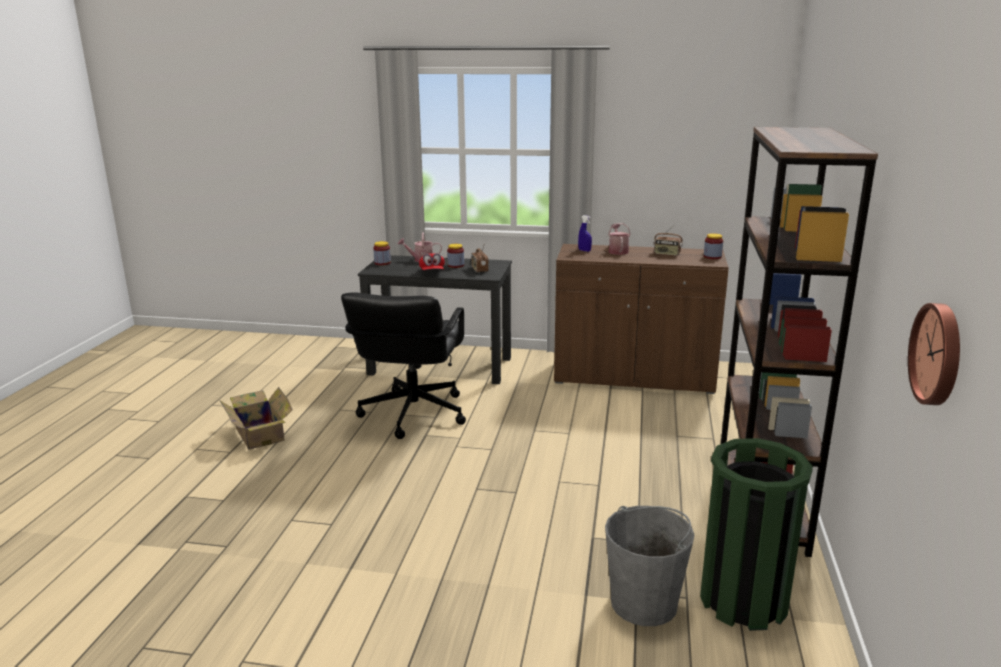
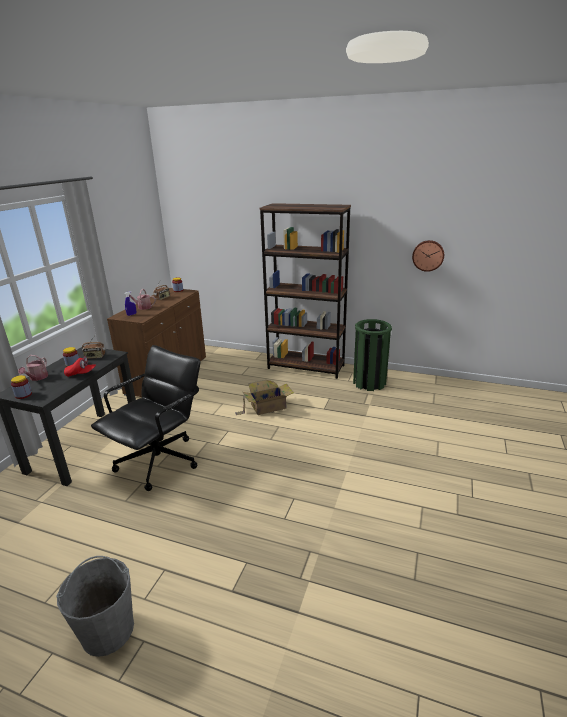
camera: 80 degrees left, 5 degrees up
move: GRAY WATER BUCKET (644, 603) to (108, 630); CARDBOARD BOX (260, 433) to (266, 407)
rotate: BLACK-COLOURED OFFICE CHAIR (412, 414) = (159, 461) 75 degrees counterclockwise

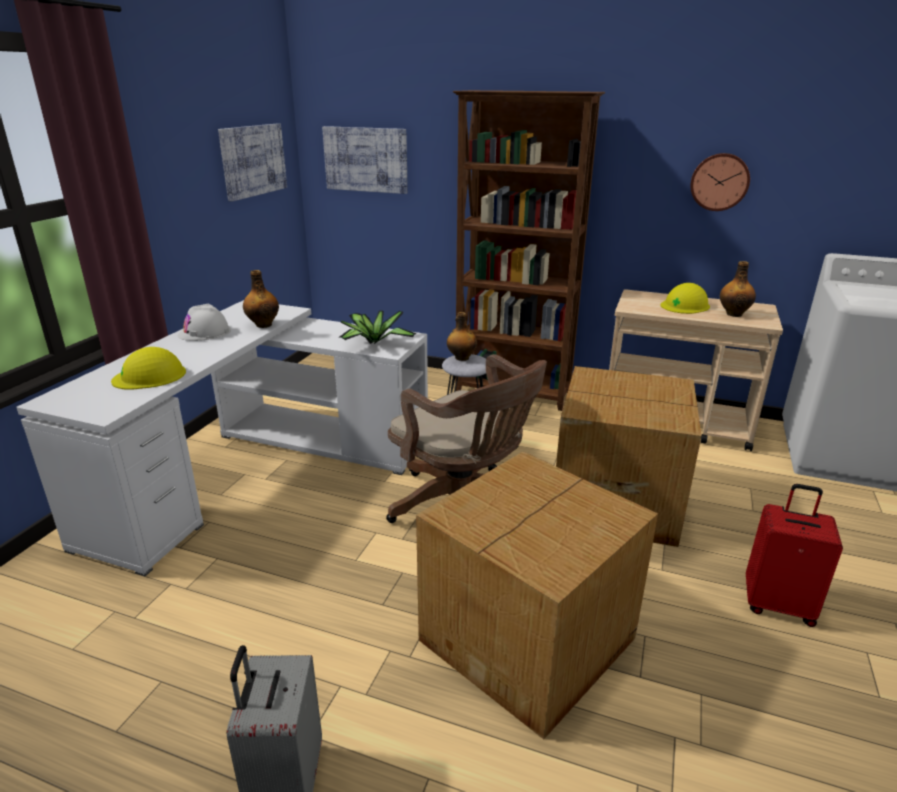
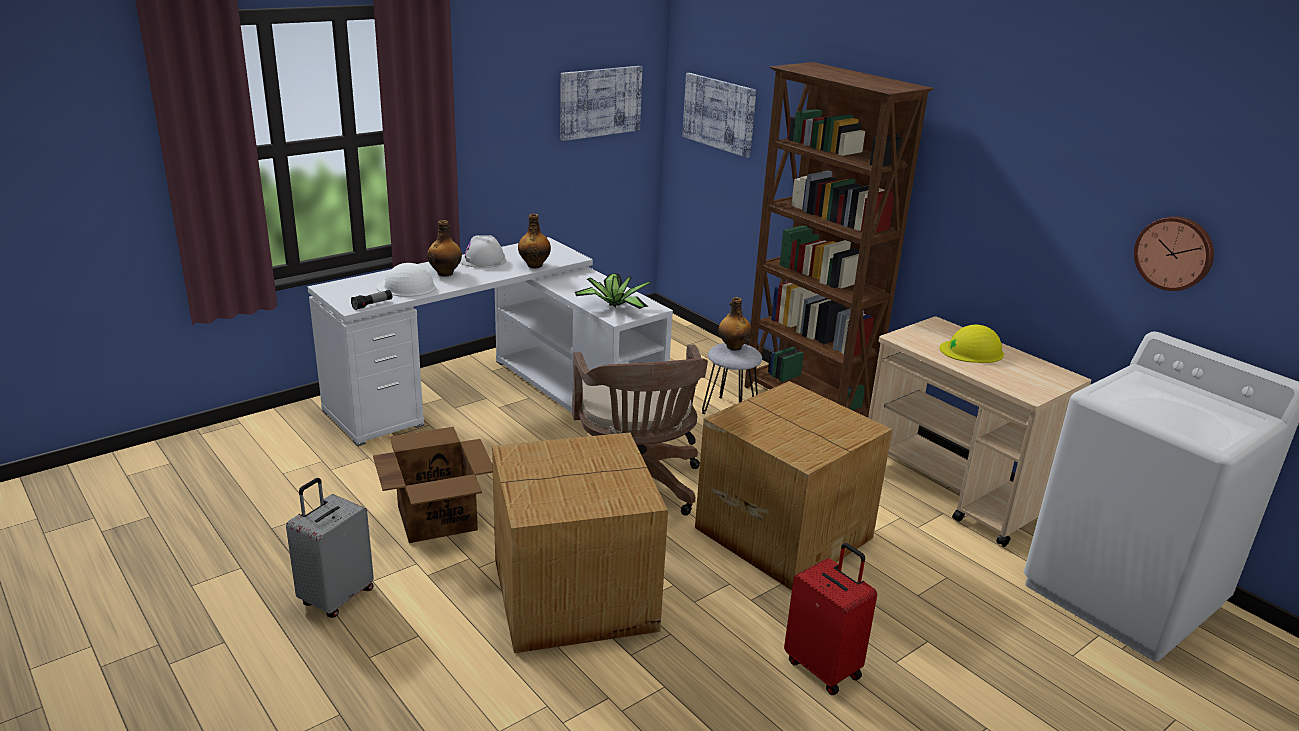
camera: 30 degrees right, 0 degrees up
insert: FLASHLIGHT (372, 305); CARDBOARD BOX (437, 517)
move: DRINK BOTTLE (733, 314) to (445, 273); WALL CLOCK (719, 182) to (1175, 253)
recolor: YELLOWISH SAFETY HELMET (150, 376) to WHITISH SAFETY HELMET (407, 287)

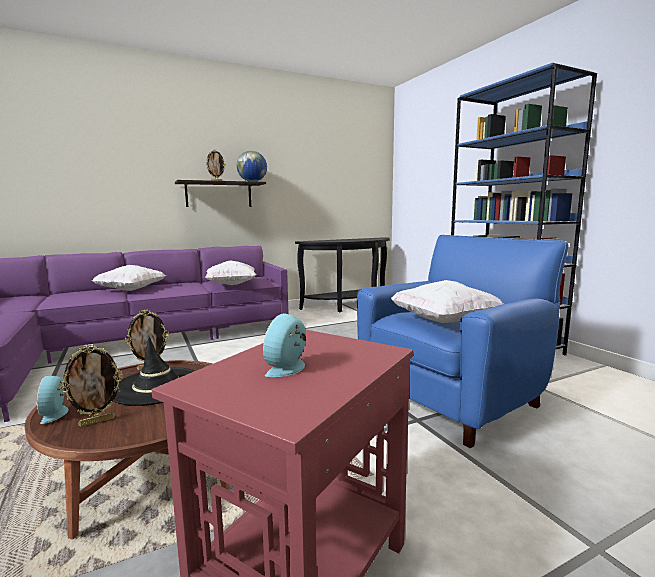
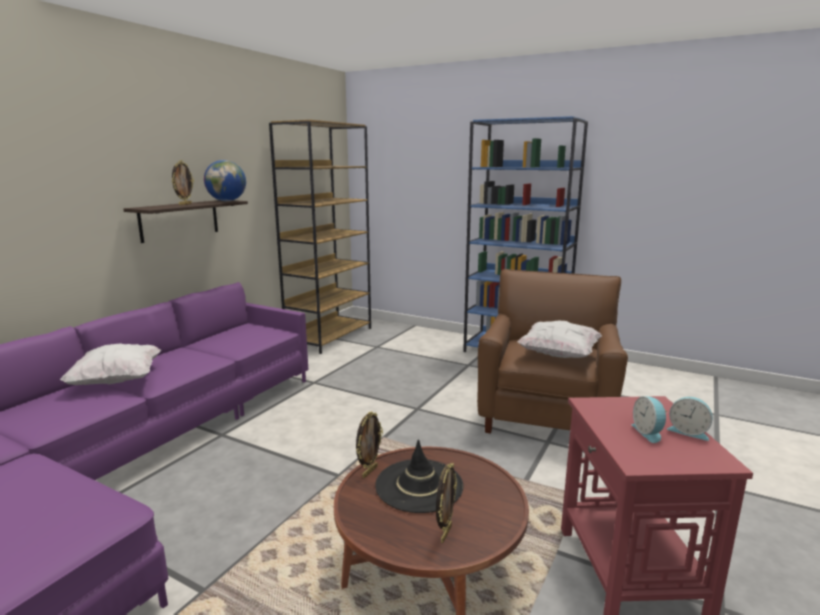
camera: 35 degrees left, 5 degrees up
delete: WHITISH CUSHION (231, 285)
move: ALARM CLOCK (56, 413) to (688, 431)
replace: BLACK-COLOURED CONSOLE TABLE (350, 306) to BROWNISH BOOKCASE (330, 336)
recolor: BLUISH ARMCHAIR (452, 399) to BROWNISH ARMCHAIR (546, 416)

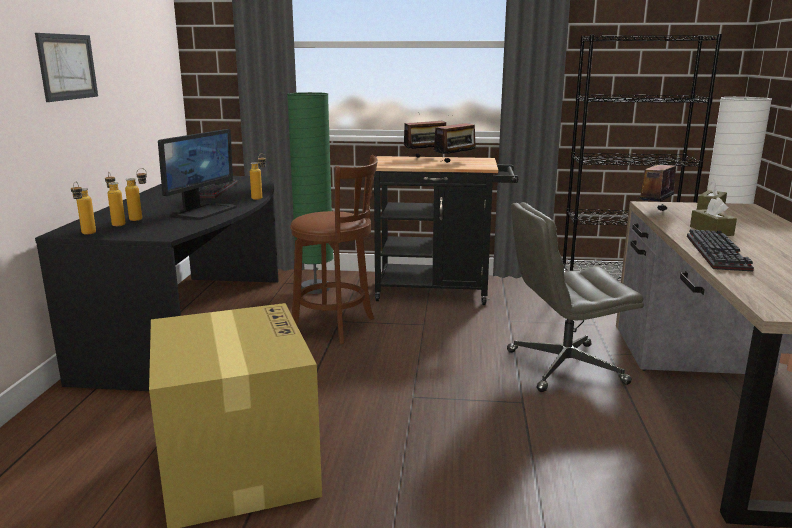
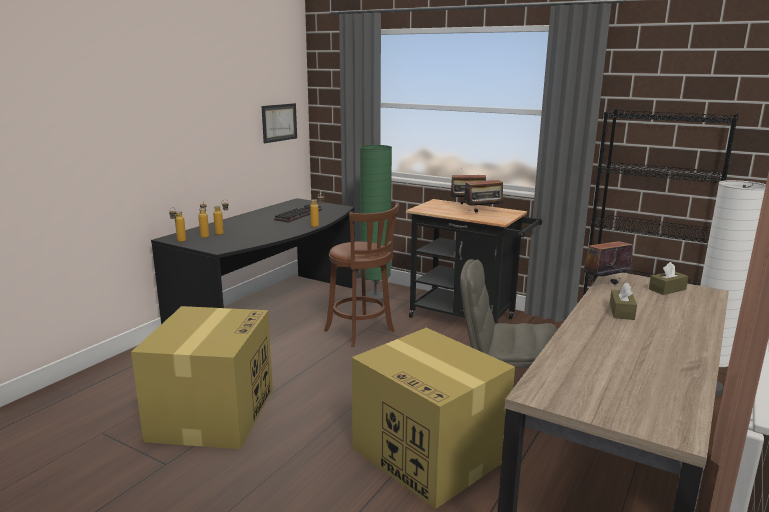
camera: 25 degrees right, 0 degrees up
delete: COMPUTER SCREEN (203, 211); COMPUTER KEYBOARD (720, 253)
insert: CARDBOARD BOX (430, 454)
move: WALL PICTURE (67, 67) to (279, 122)

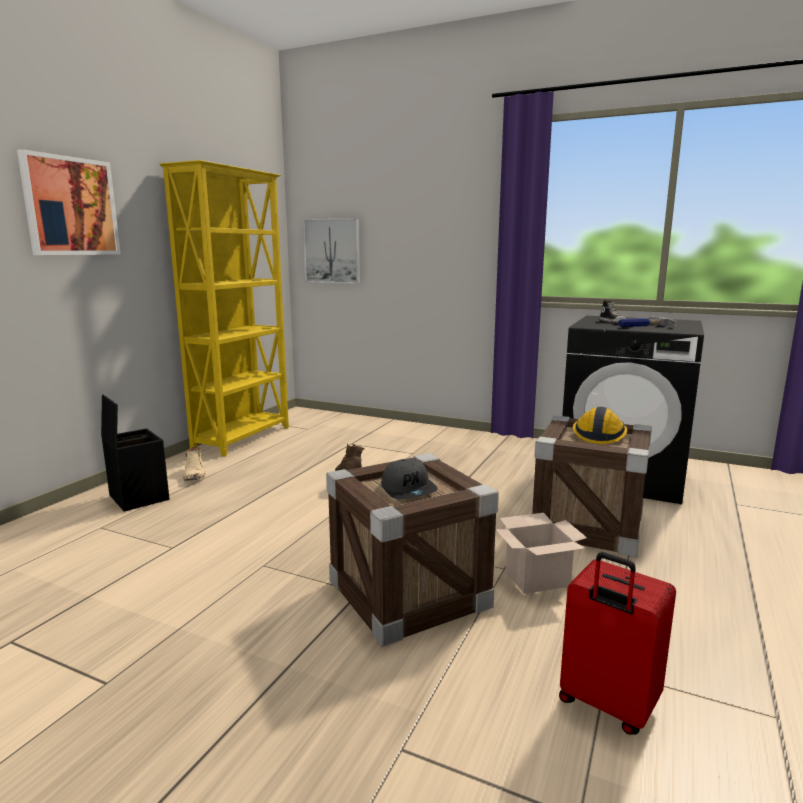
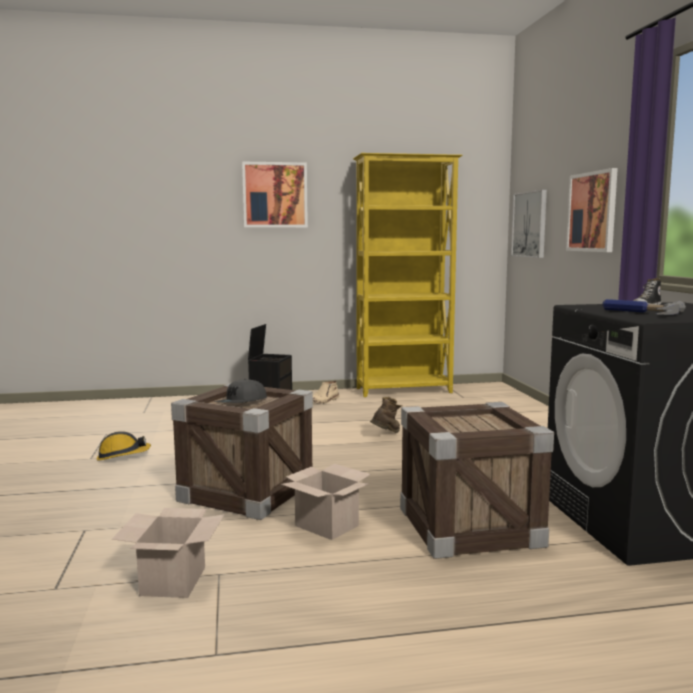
camera: 55 degrees right, 5 degrees down
insert: WALL PICTURE (592, 212)
move: SAFETY HELMET (599, 435) to (123, 456)
replace: RED PIECE OF LUGGAGE (606, 705) to CARDBOARD BOX (172, 580)

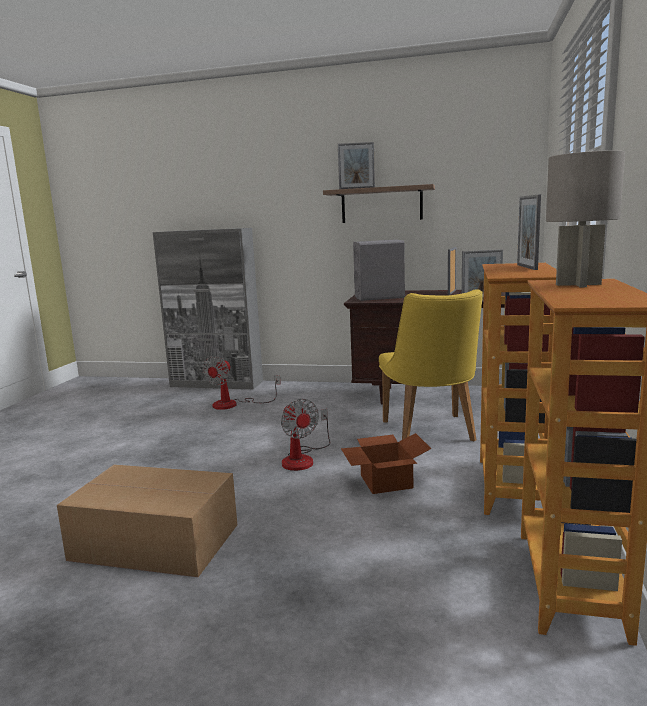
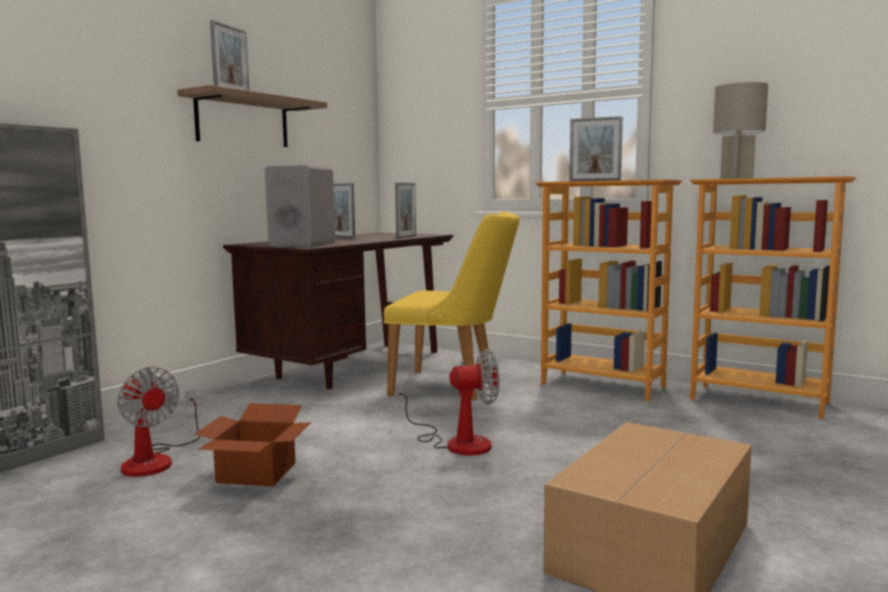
camera: 70 degrees left, 5 degrees down
move: CARDBOARD BOX (384, 481) to (254, 473)

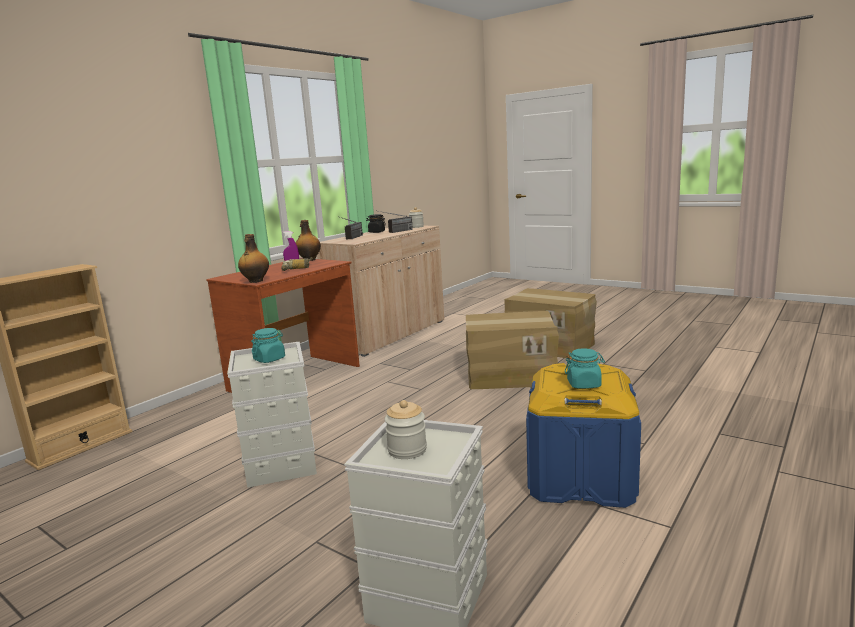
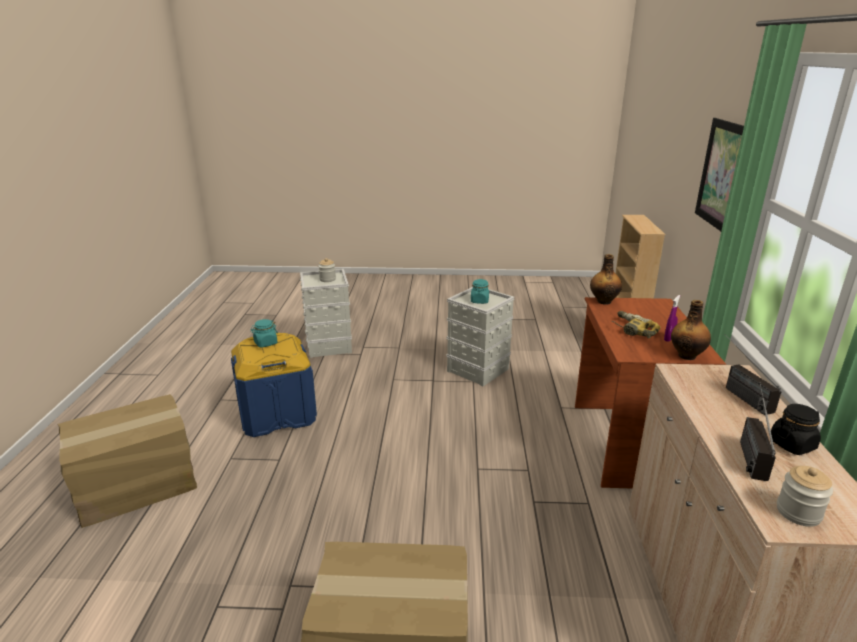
camera: 145 degrees right, 10 degrees up
insert: WALL PICTURE (722, 174)
move: CARDBOARD BOX (510, 375) to (136, 486)

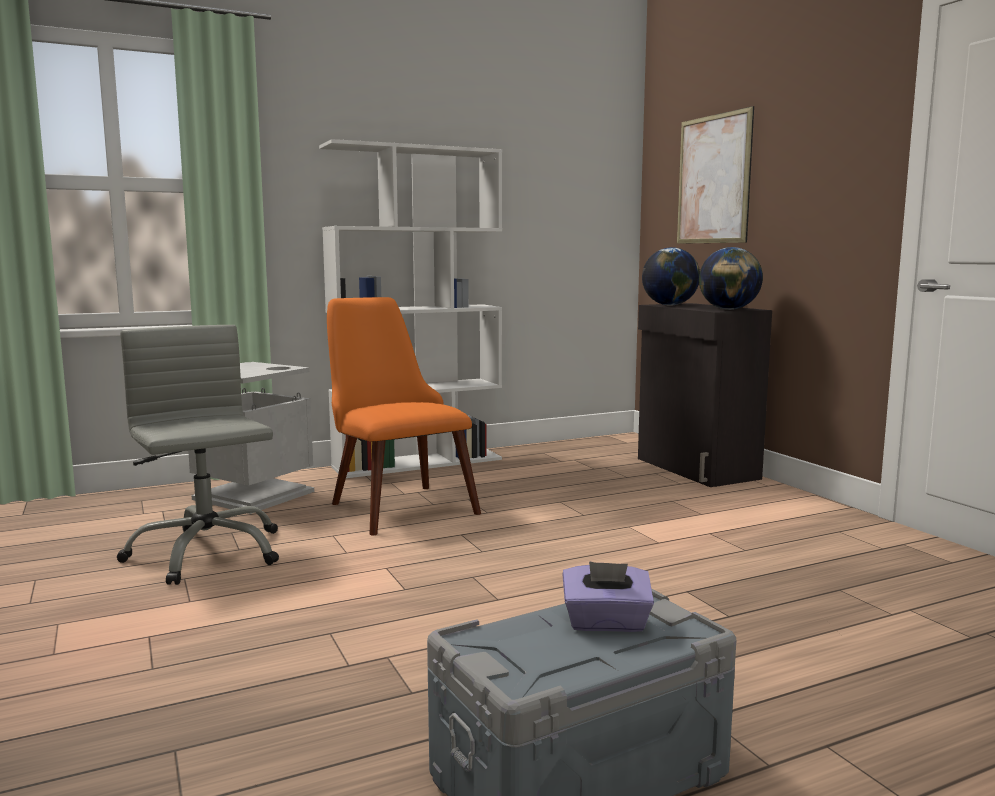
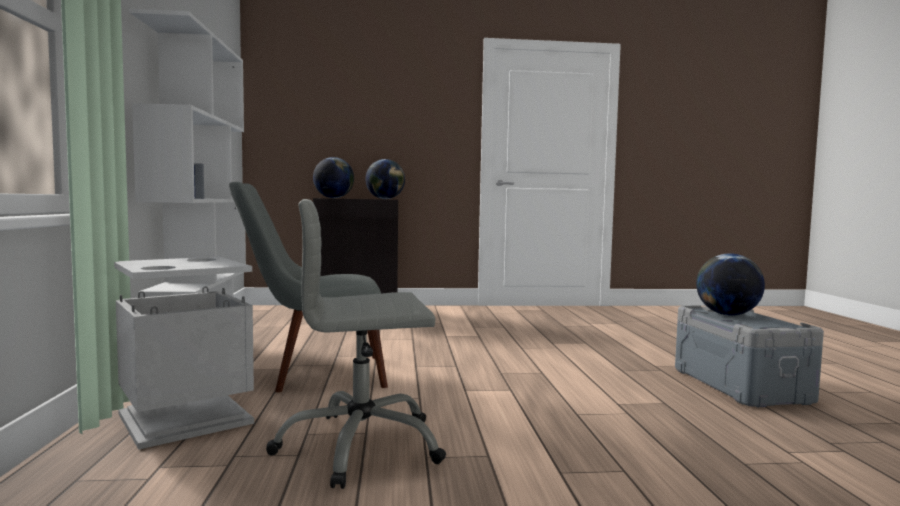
camera: 70 degrees left, 5 degrees down
delete: WALL PICTURE (713, 179)
replace: PURPLISH TISSUE HOLDER (606, 623) to WORLD GLOBE (727, 315)
recolor: ORANGEY PLAIN CHAIR (394, 503) to GRAY PLAIN CHAIR (313, 374)

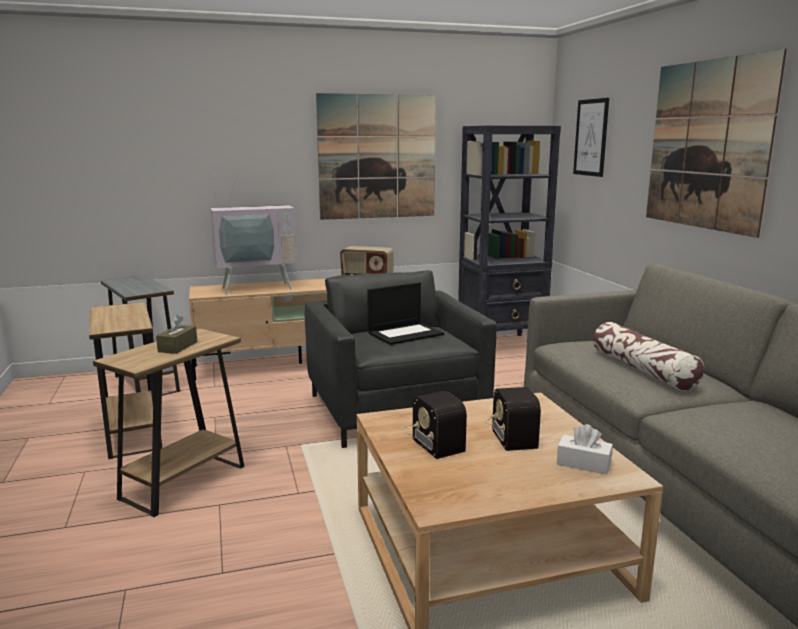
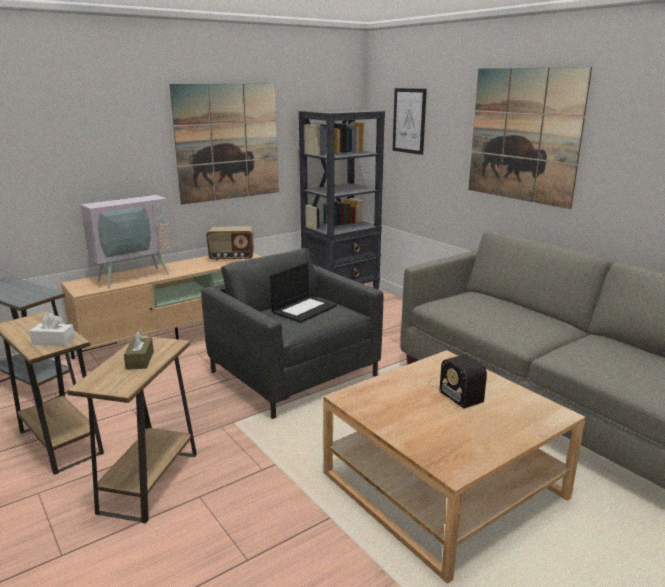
camera: 20 degrees left, 5 degrees up
delete: RADIO (432, 437); CUSHION (643, 370)
move: WHITISH TISSUE HOLDER (583, 463) to (53, 341)

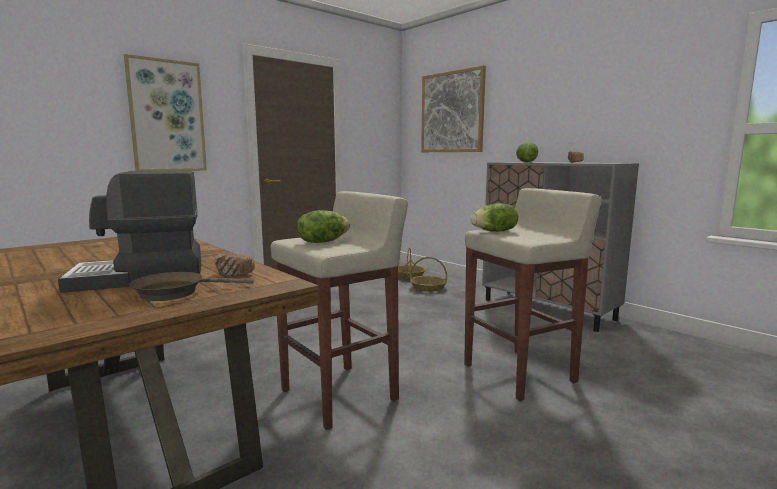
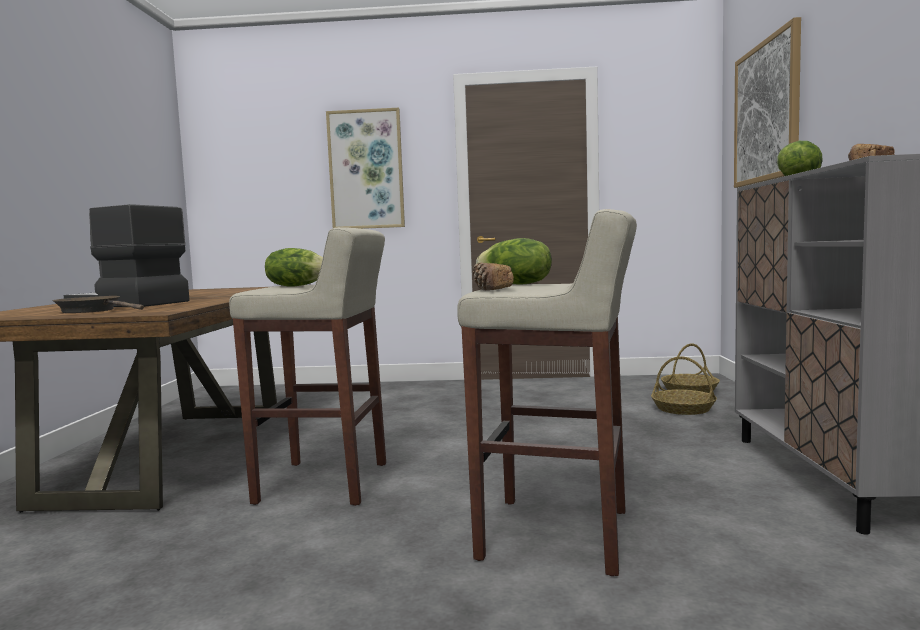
camera: 45 degrees right, 5 degrees down
move: BREAD (233, 274) to (491, 290)

